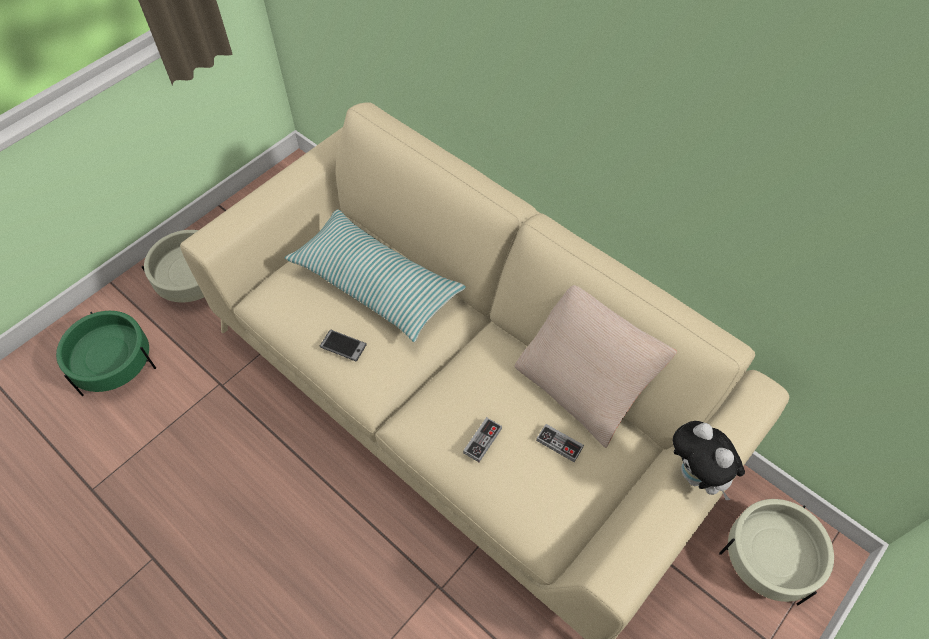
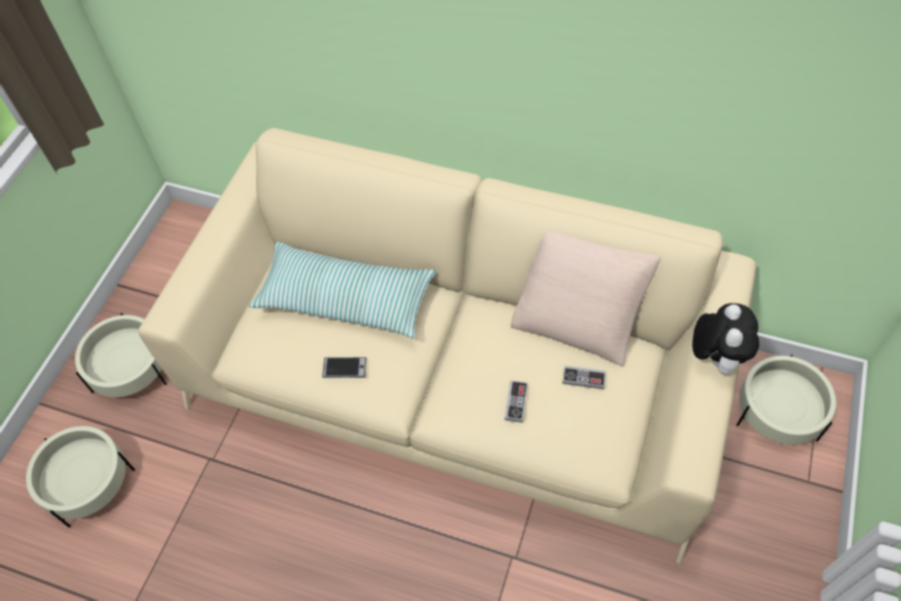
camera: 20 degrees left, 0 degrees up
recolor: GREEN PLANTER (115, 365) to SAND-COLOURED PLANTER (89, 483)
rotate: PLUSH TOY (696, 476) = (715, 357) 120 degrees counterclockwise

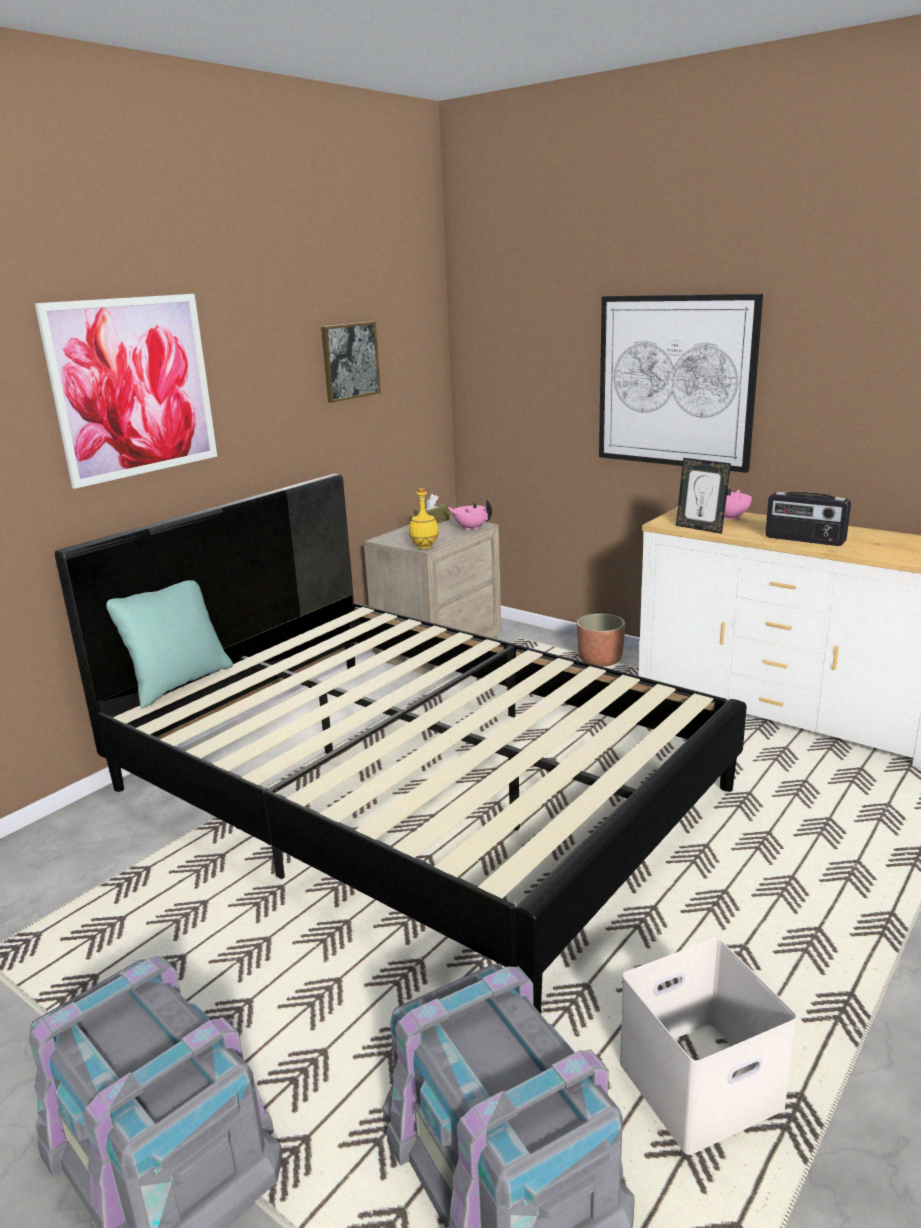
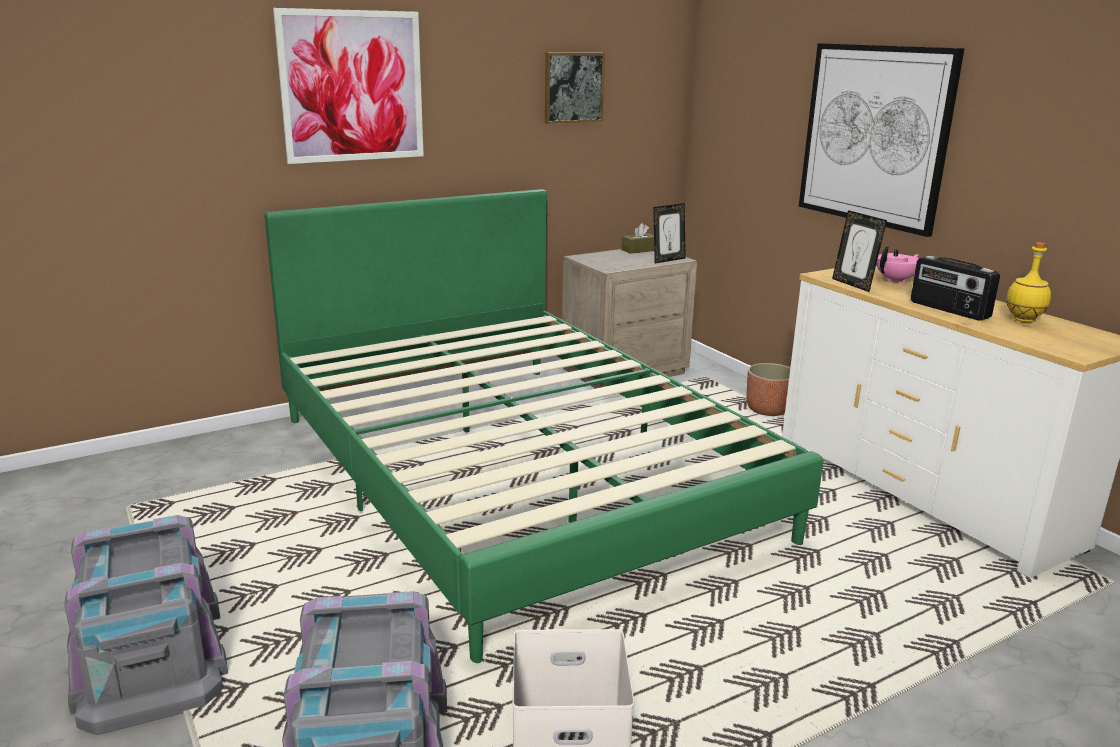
camera: 20 degrees right, 0 degrees up
delete: BLUE-GREEN CUSHION (179, 683)
move: YELLOWISH DRINK BOTTLE (424, 547) to (1022, 320)
replace: PINKISH TEA POT (470, 528) to PICTURE FRAME (668, 260)
recolor: BLACK-COLOURED BED (414, 788) to GREEN BED (515, 473)

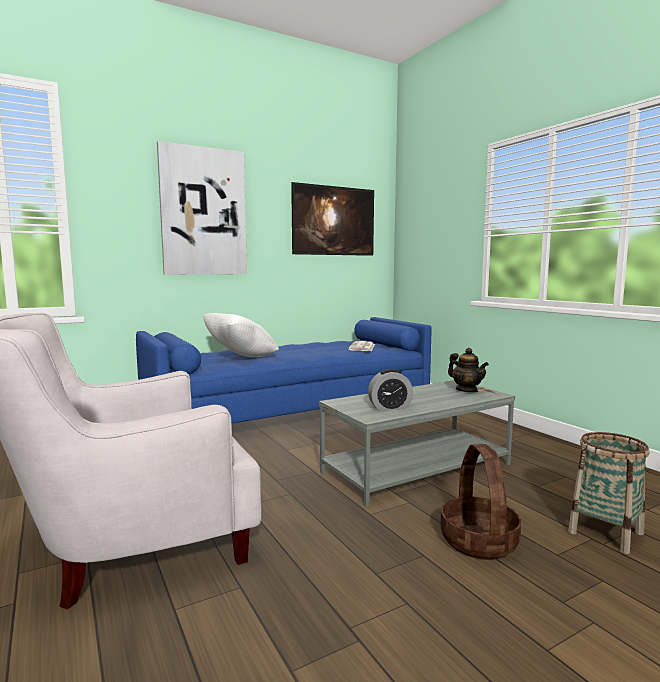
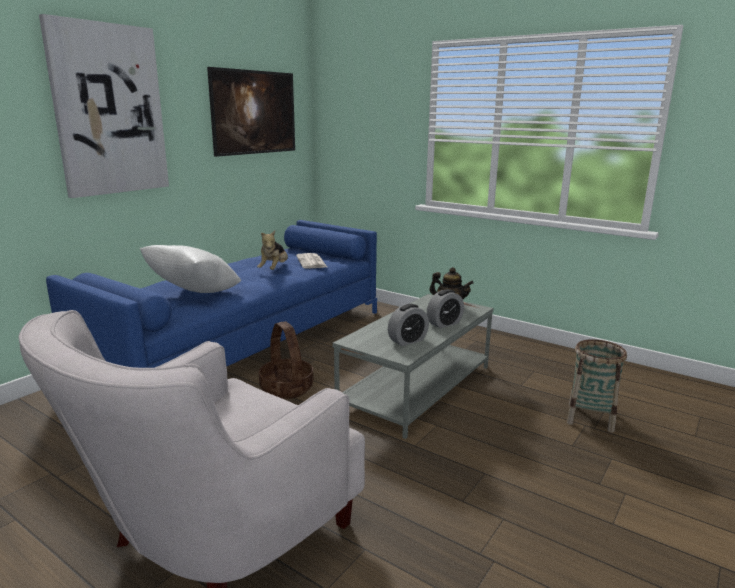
camera: 25 degrees left, 10 degrees up
insert: PLUSH TOY (274, 269); ALARM CLOCK (444, 323)
move: STORAGE BASKET (479, 541) to (287, 388)

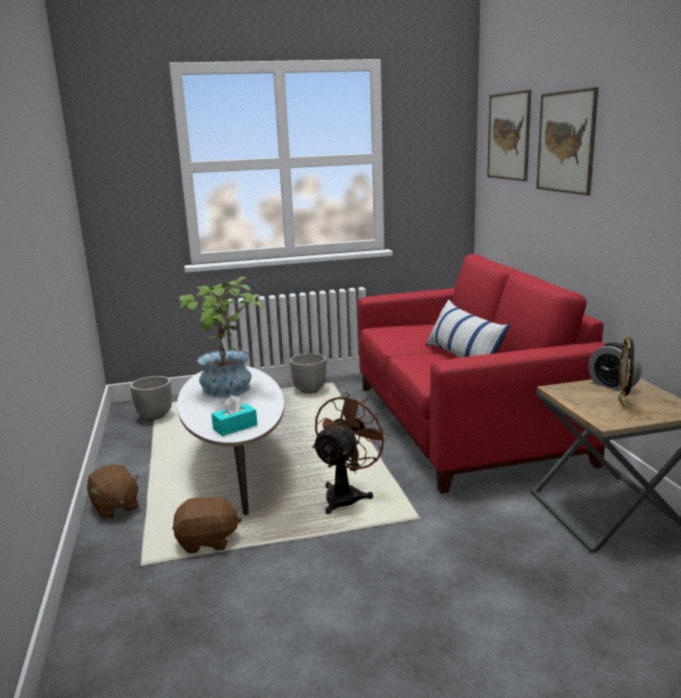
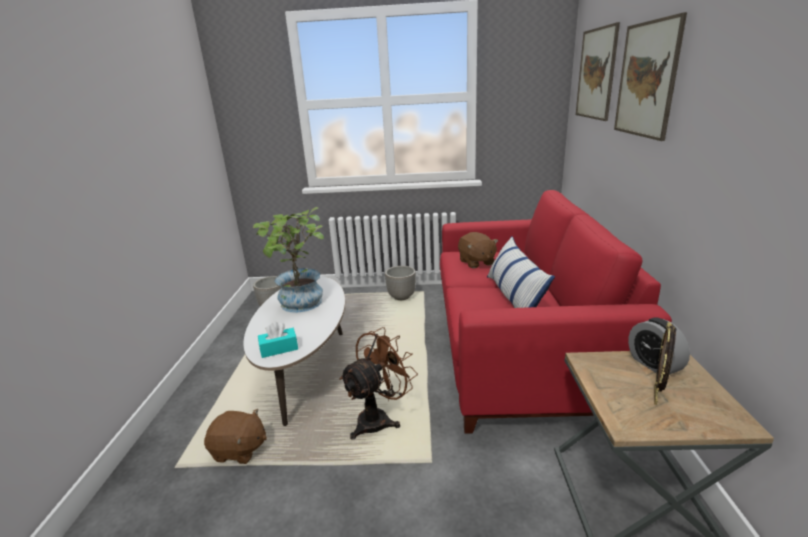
camera: 15 degrees right, 5 degrees up
move: BROWNISH PLUSH TOY (115, 507) to (476, 262)

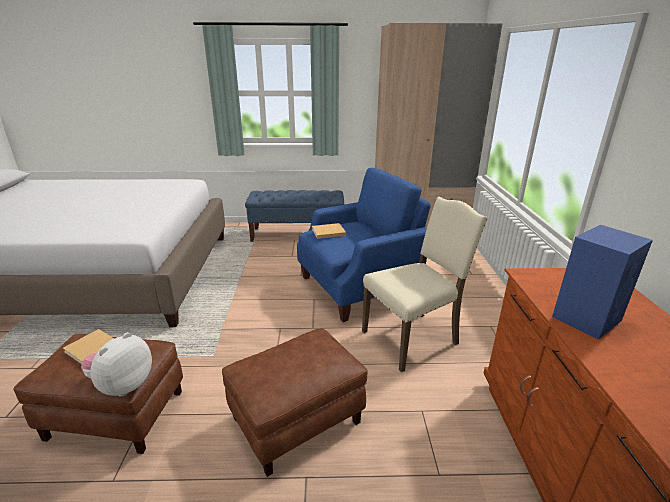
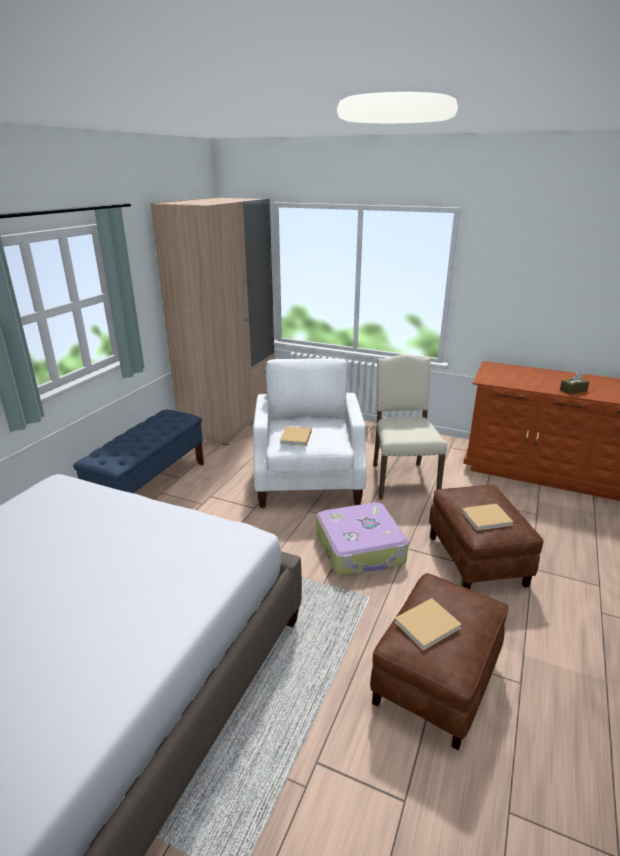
camera: 65 degrees left, 0 degrees up
delete: PLUSH TOY (123, 385); BLUISH LOUDSPEAKER (587, 318)
insert: PIECE OF LUGGAGE (360, 549); SAND-COLOURED BOUND BOOK (487, 518); BROWNISH TISSUE HOLDER (573, 390)
recolor: BLUISH ARMCHAIR (358, 287) to WHITISH ARMCHAIR (308, 481)

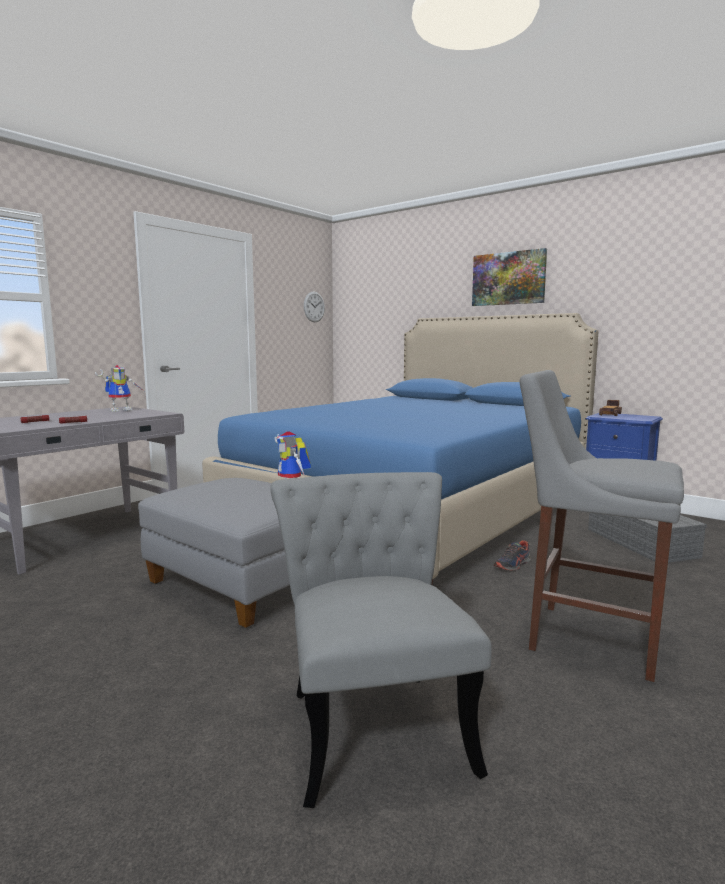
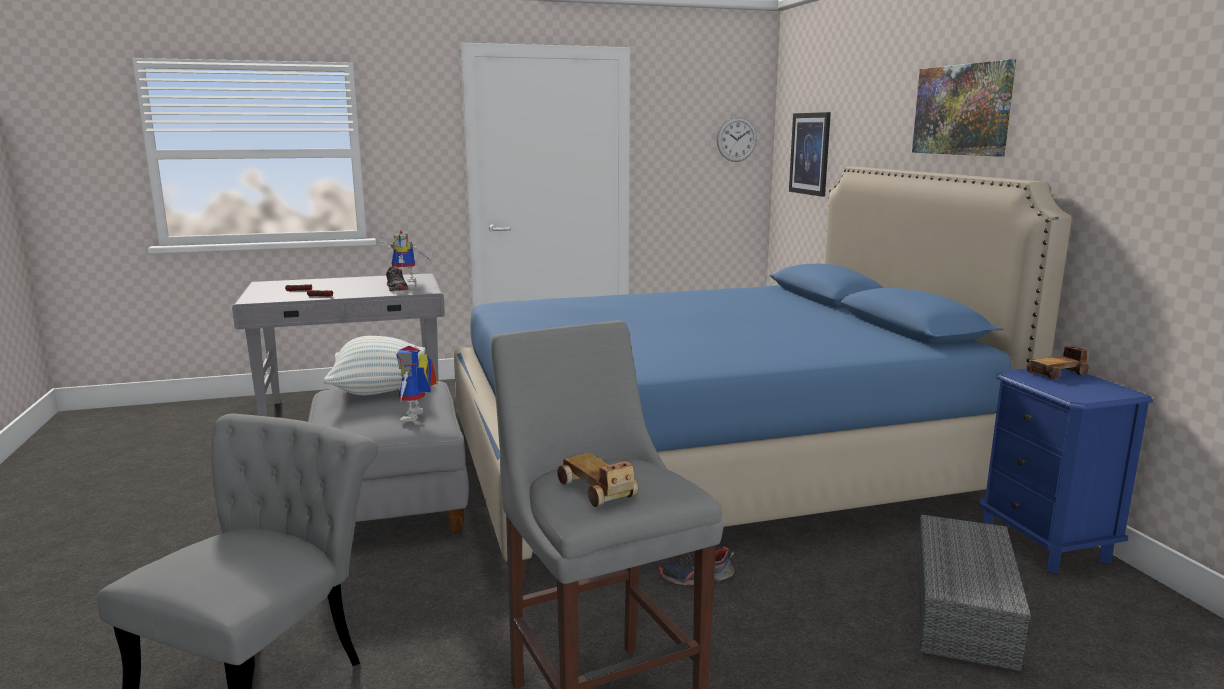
camera: 35 degrees right, 5 degrees up
insert: CUSHION (379, 390); SHOE (397, 288); MODEL CAR (597, 491); WALL PICTURE (810, 153)

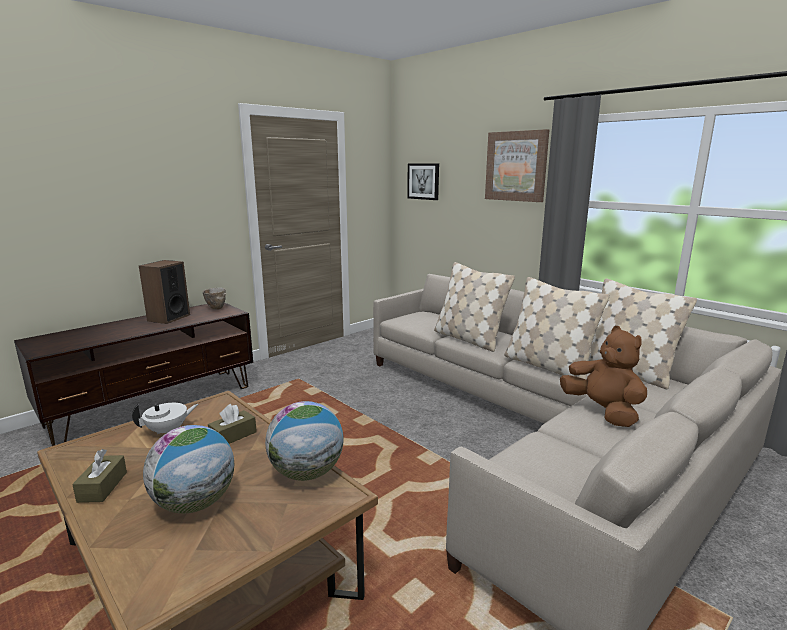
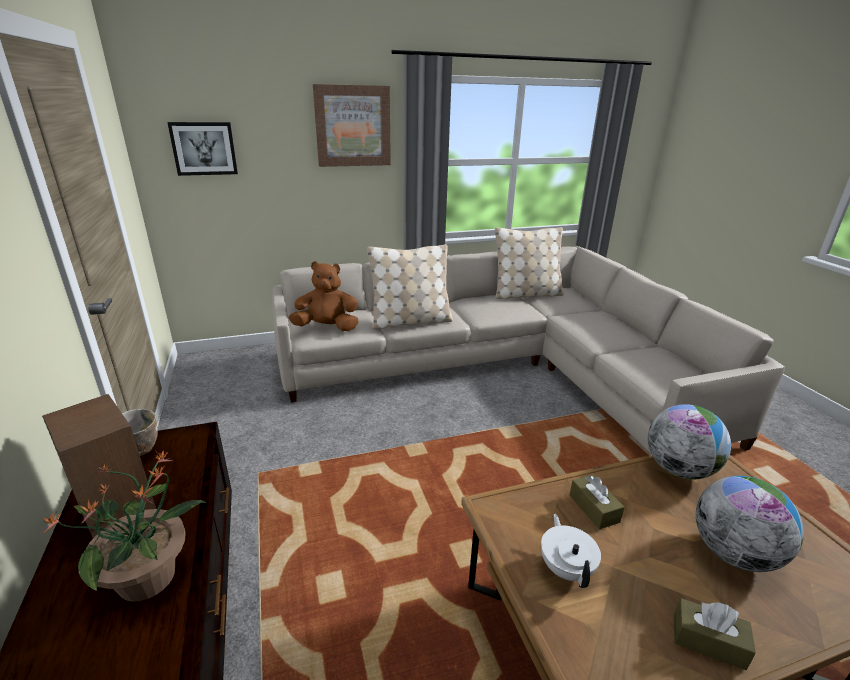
camera: 65 degrees left, 10 degrees up
delete: SAND-COLOURED CUSHION (548, 366)
insert: HOUSEPLANT (149, 577)
move: BROWNISH PLUSH TOY (602, 411) to (327, 327)

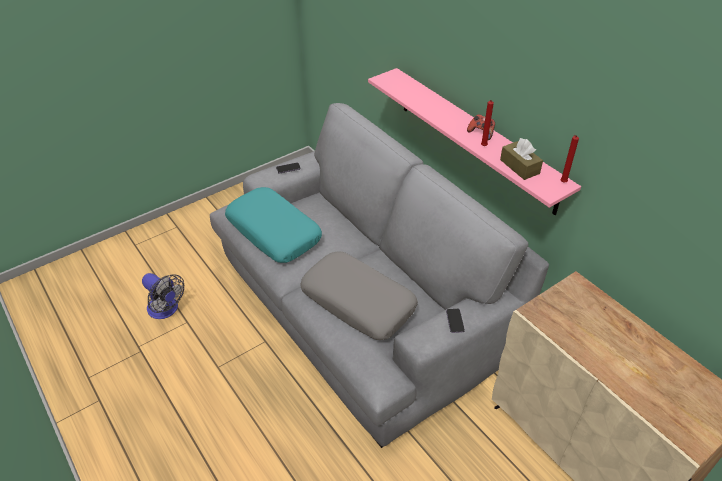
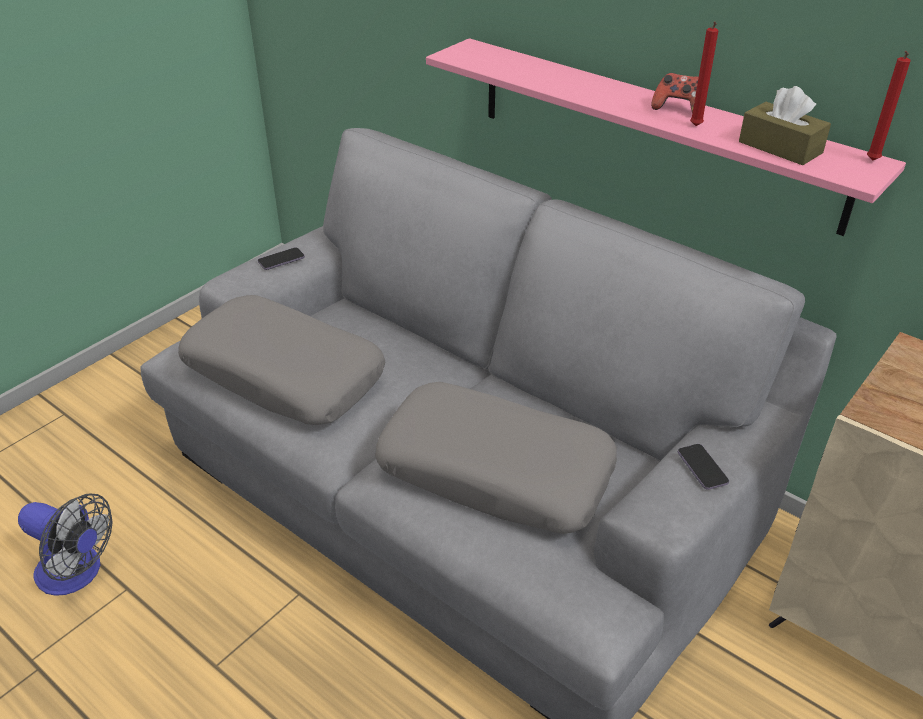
camera: 15 degrees left, 5 degrees down
recolor: BLUE-GREEN CUSHION (274, 232) to GRAY CUSHION (285, 374)

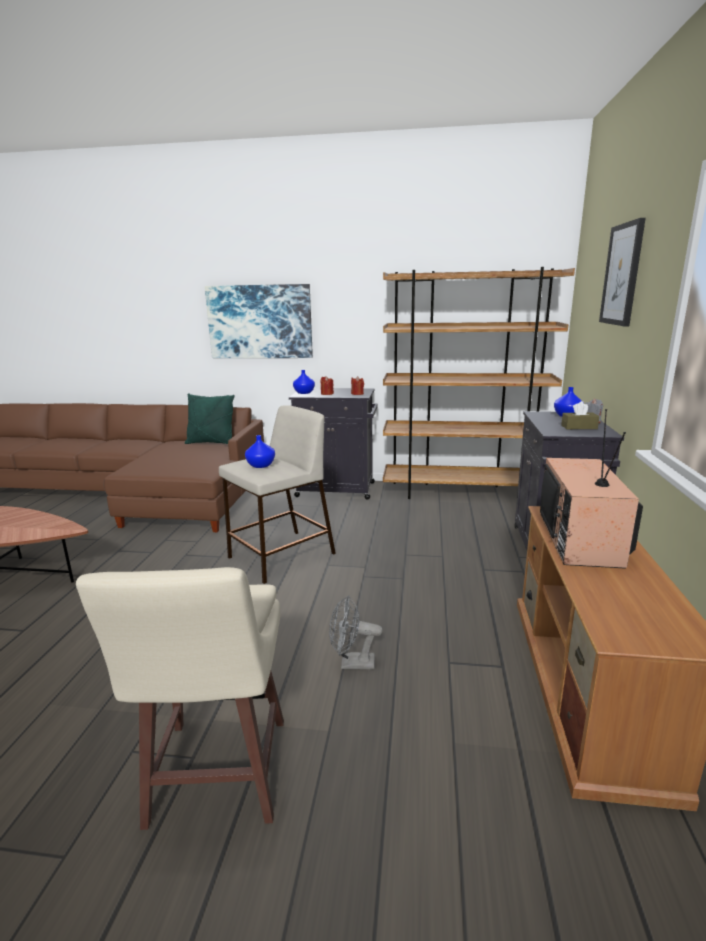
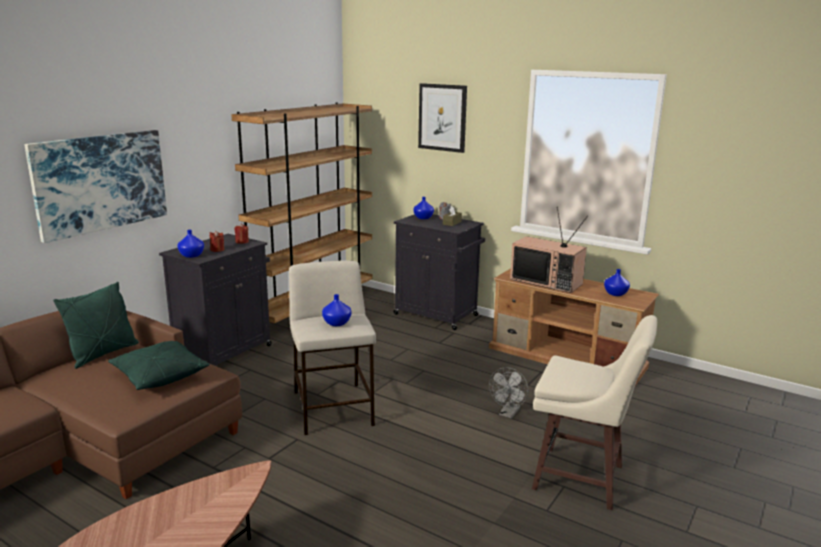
camera: 65 degrees left, 0 degrees up
insert: GREEN CUSHION (159, 376); BLUISH VASE (615, 293)

